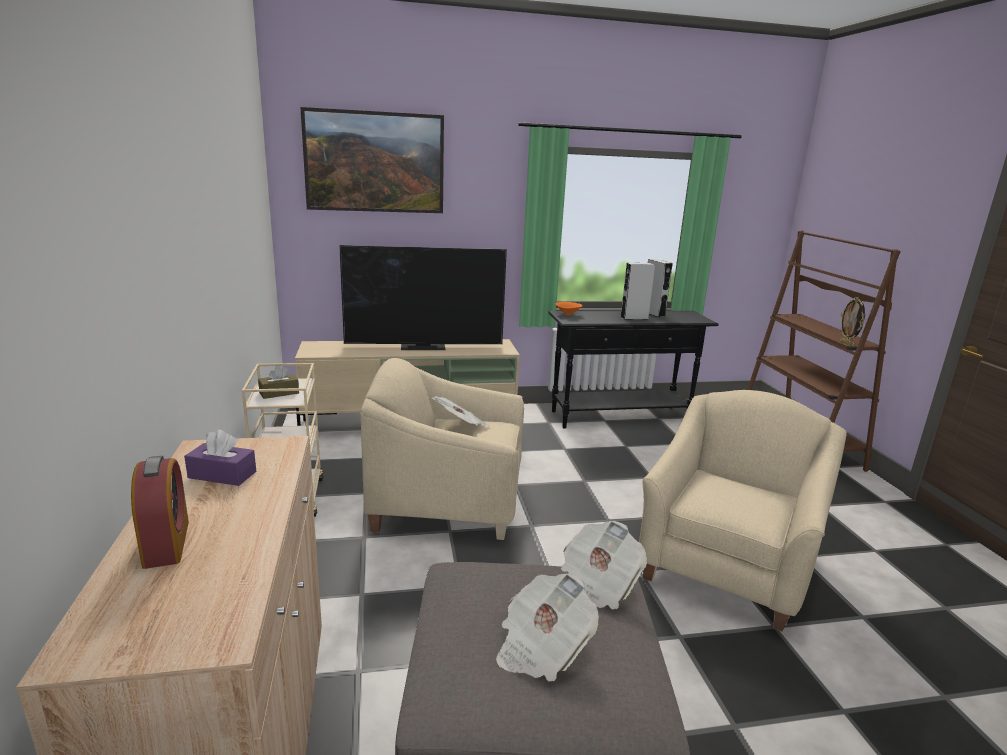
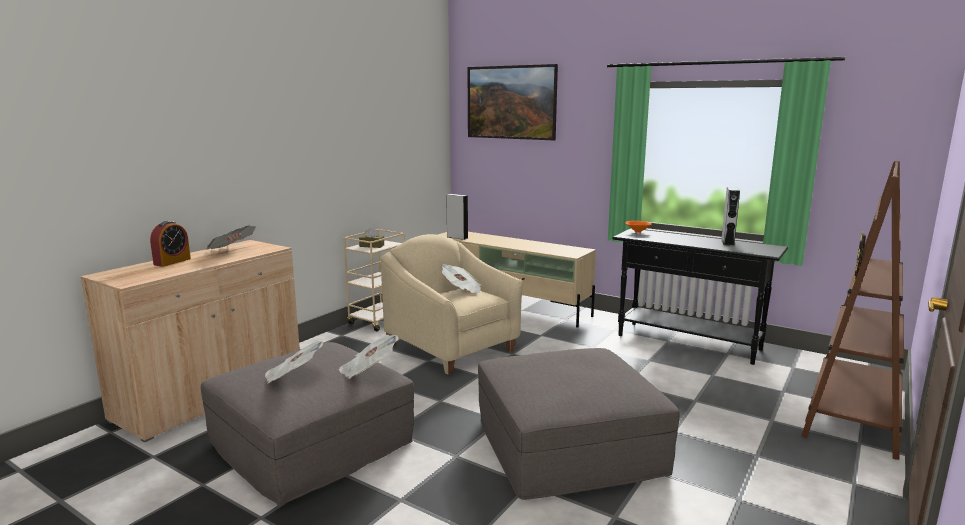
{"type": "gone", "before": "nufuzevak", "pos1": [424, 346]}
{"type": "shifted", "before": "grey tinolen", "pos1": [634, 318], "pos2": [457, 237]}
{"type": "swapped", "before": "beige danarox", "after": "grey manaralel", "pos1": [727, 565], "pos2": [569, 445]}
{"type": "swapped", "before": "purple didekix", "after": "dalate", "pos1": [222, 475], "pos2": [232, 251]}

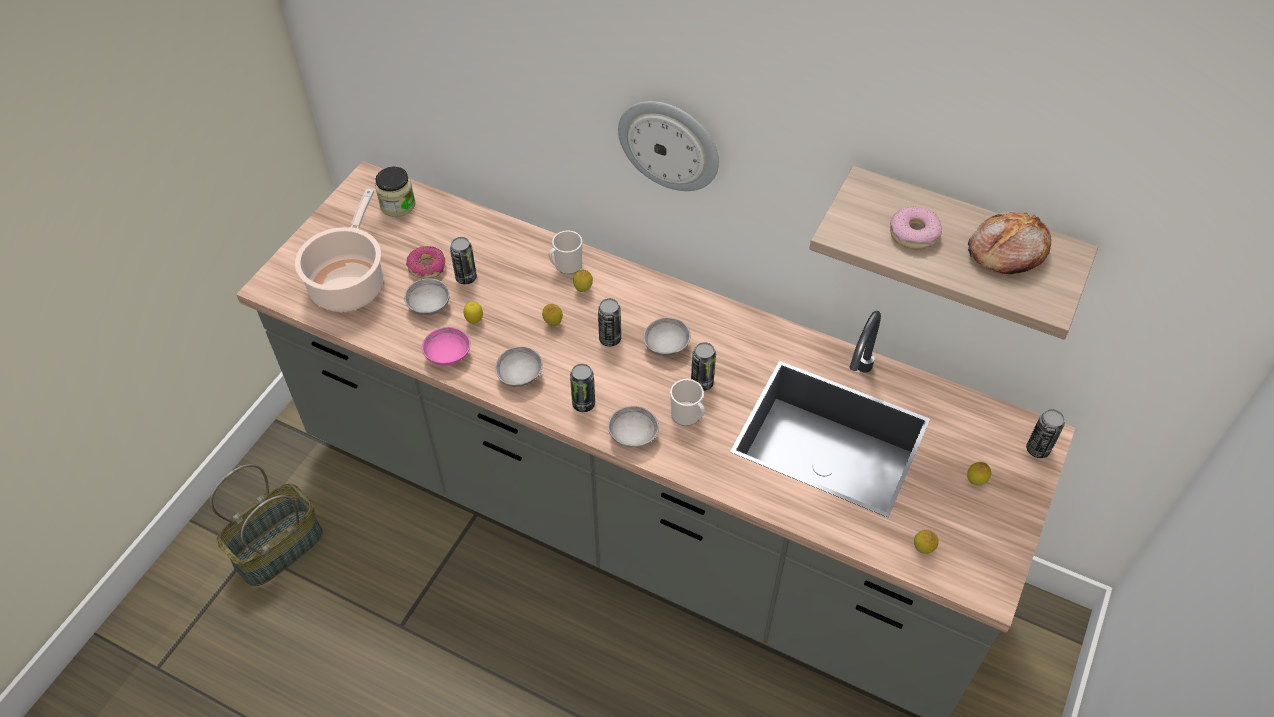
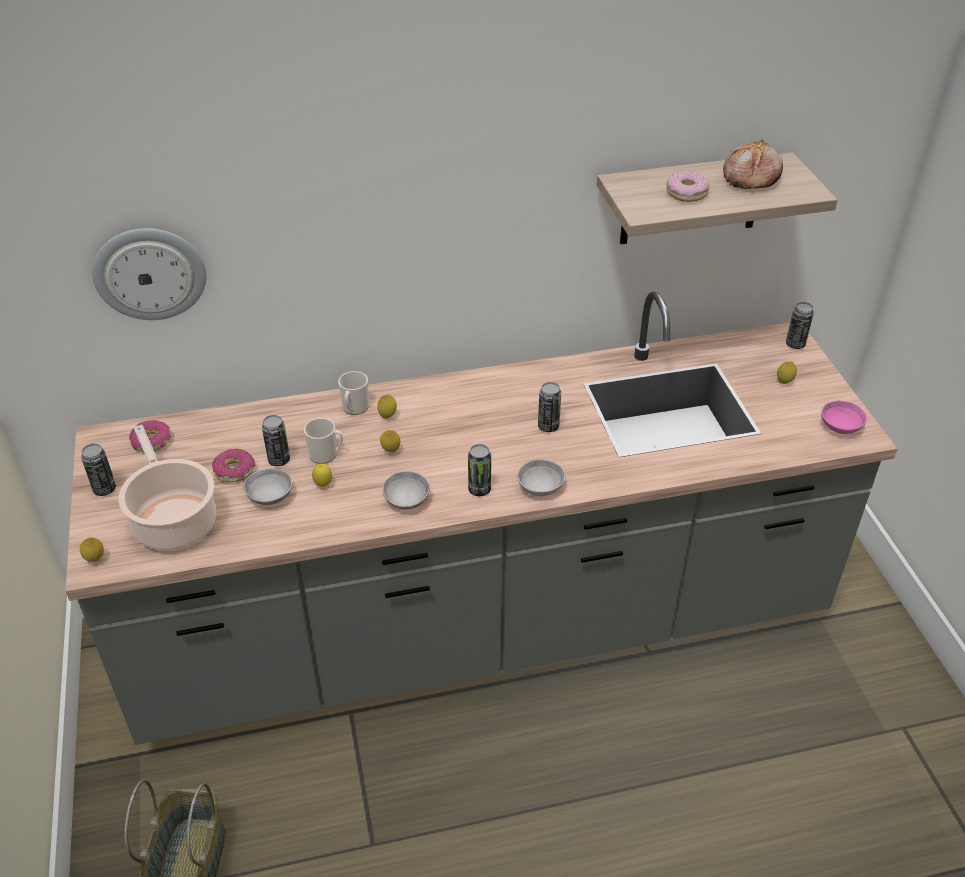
{"type": "shifted", "before": "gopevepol", "pos1": [669, 144], "pos2": [150, 273]}
{"type": "swapped", "before": "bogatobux", "after": "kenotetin", "pos1": [397, 205], "pos2": [152, 441]}
{"type": "shifted", "before": "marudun", "pos1": [610, 339], "pos2": [104, 489]}
{"type": "gone", "before": "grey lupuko", "pos1": [666, 346]}
{"type": "shifted", "before": "pink lupuko", "pos1": [448, 355], "pos2": [840, 427]}
{"type": "shifted", "before": "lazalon", "pos1": [688, 416], "pos2": [326, 455]}
{"type": "shifted", "before": "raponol", "pos1": [922, 549], "pos2": [95, 560]}

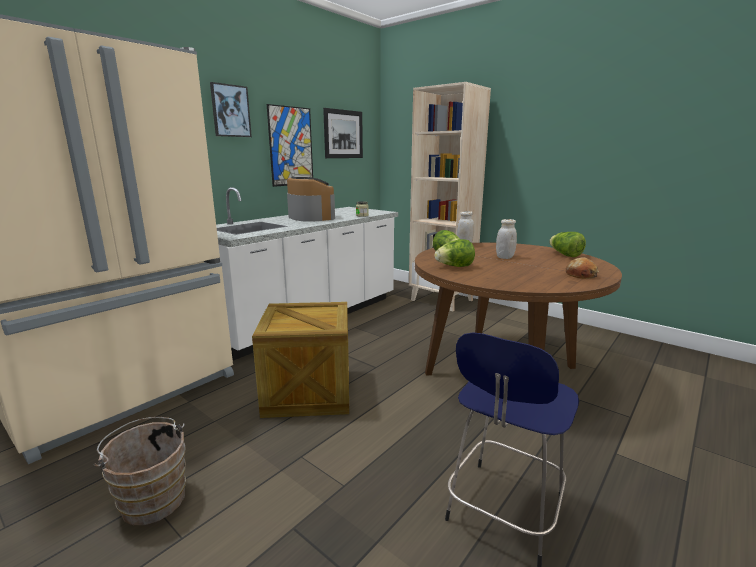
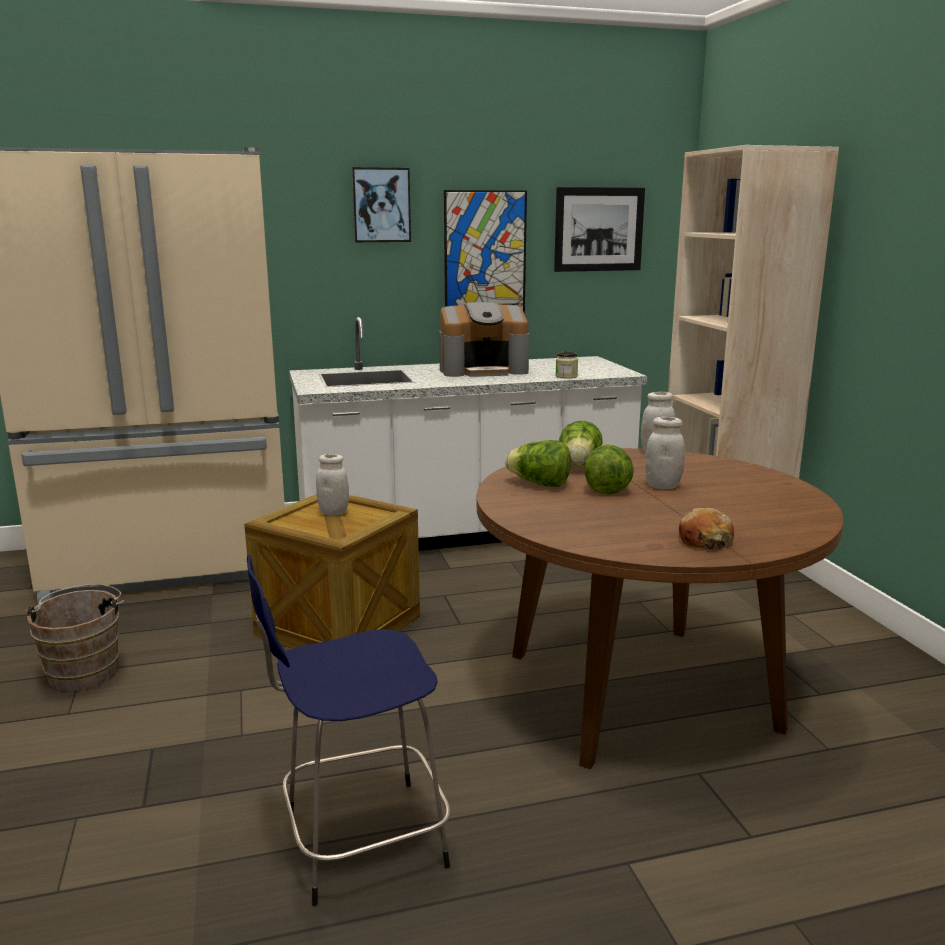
{"type": "rotated", "before": "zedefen", "pos1": [310, 217], "pos2": [483, 370], "turn": 75}
{"type": "shifted", "before": "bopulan", "pos1": [565, 255], "pos2": [606, 488]}
{"type": "new", "after": "white bogatobux", "pos2": [333, 512]}

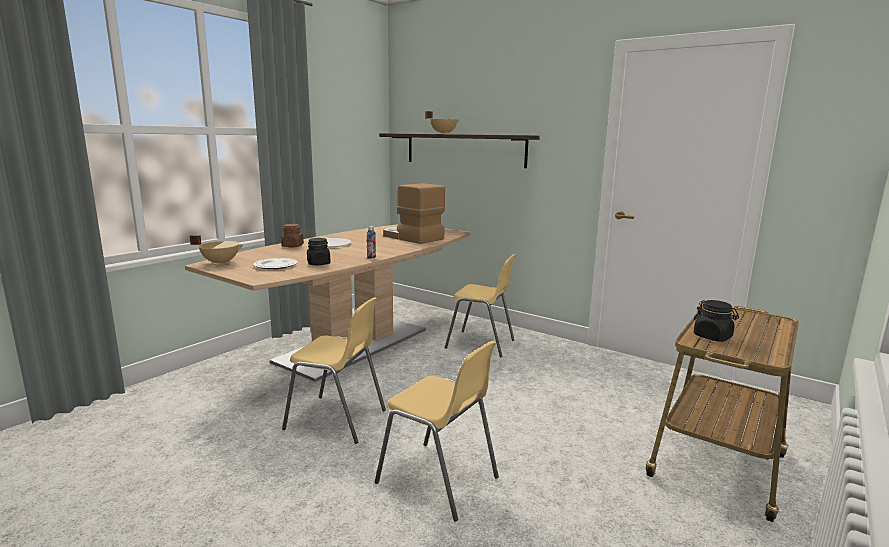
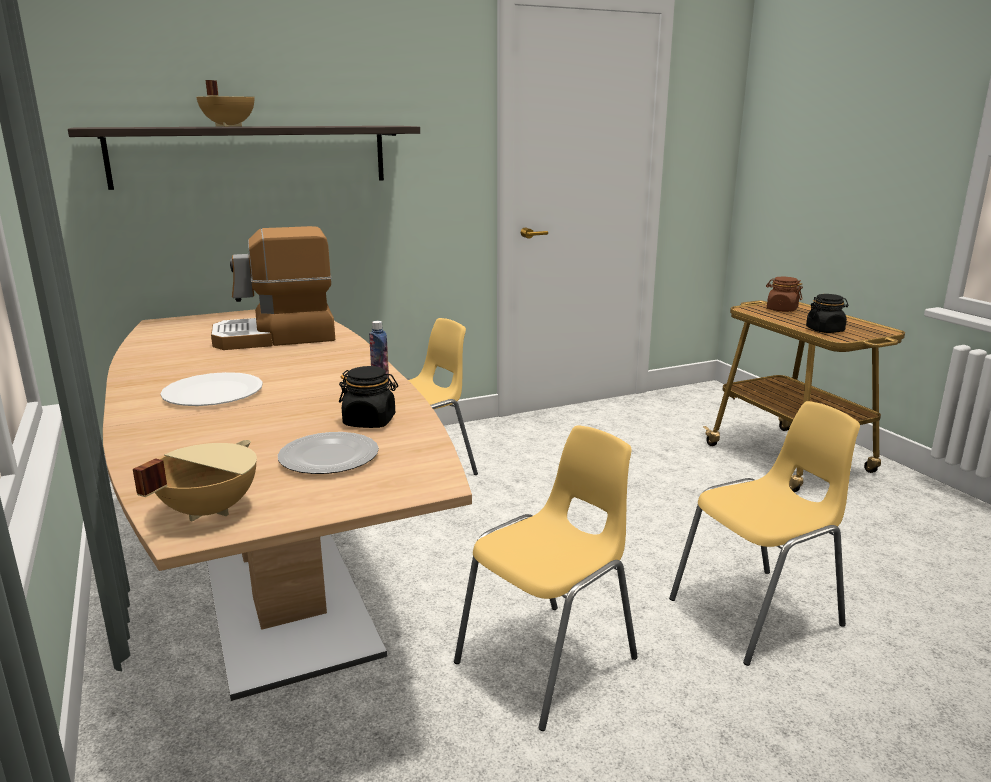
{"type": "shifted", "before": "brown bogatobux", "pos1": [292, 246], "pos2": [781, 309]}

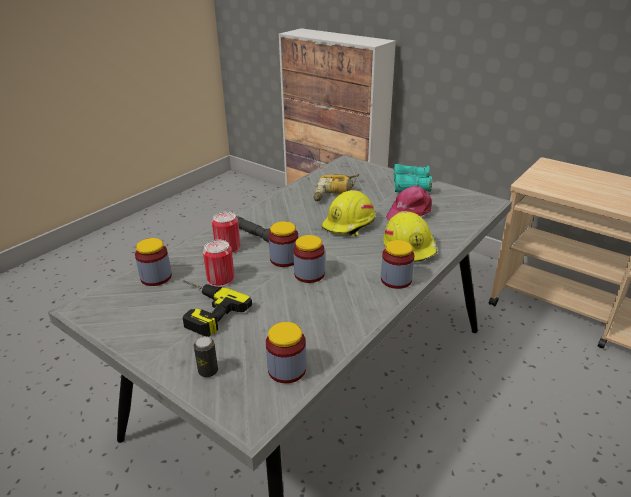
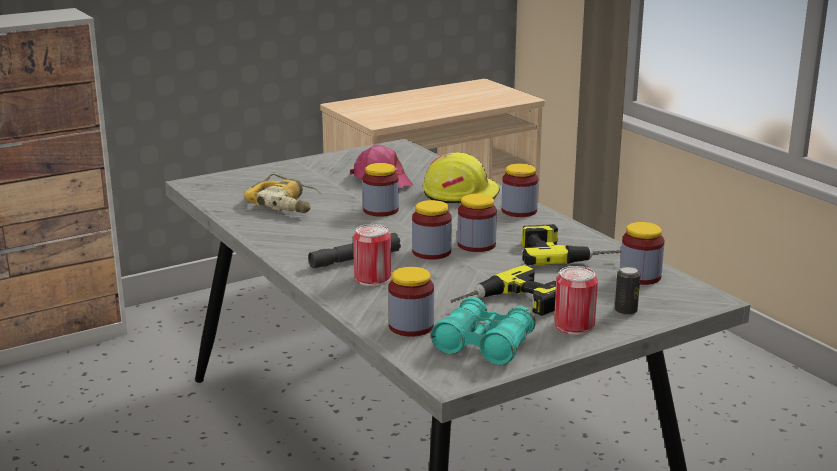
{"type": "shifted", "before": "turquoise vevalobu", "pos1": [410, 186], "pos2": [484, 345]}
{"type": "swapped", "before": "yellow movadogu", "after": "bogatobux", "pos1": [349, 224], "pos2": [380, 210]}
{"type": "shifted", "before": "marudun", "pos1": [220, 279], "pos2": [574, 326]}
{"type": "new", "after": "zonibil", "pos2": [566, 253]}

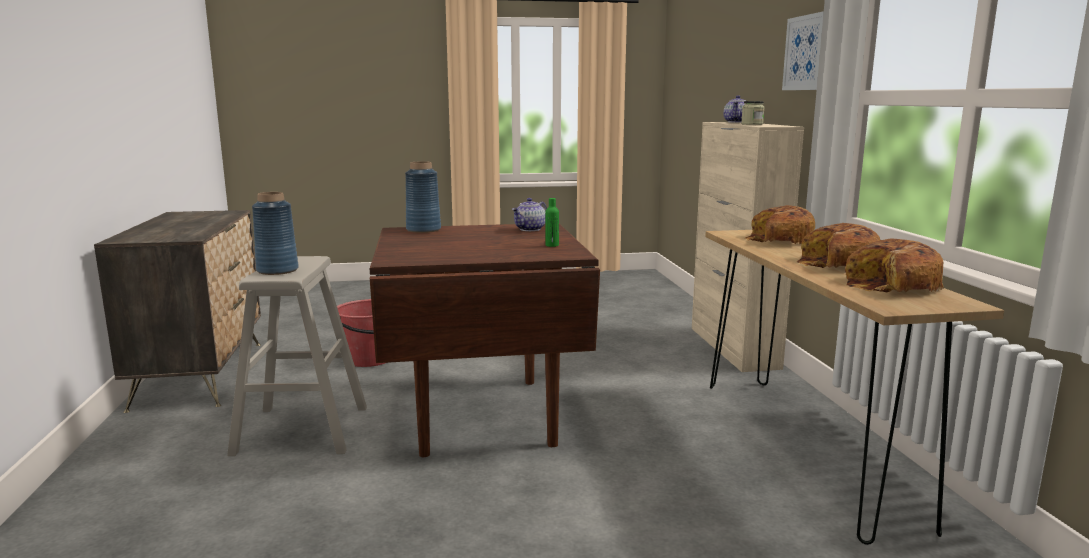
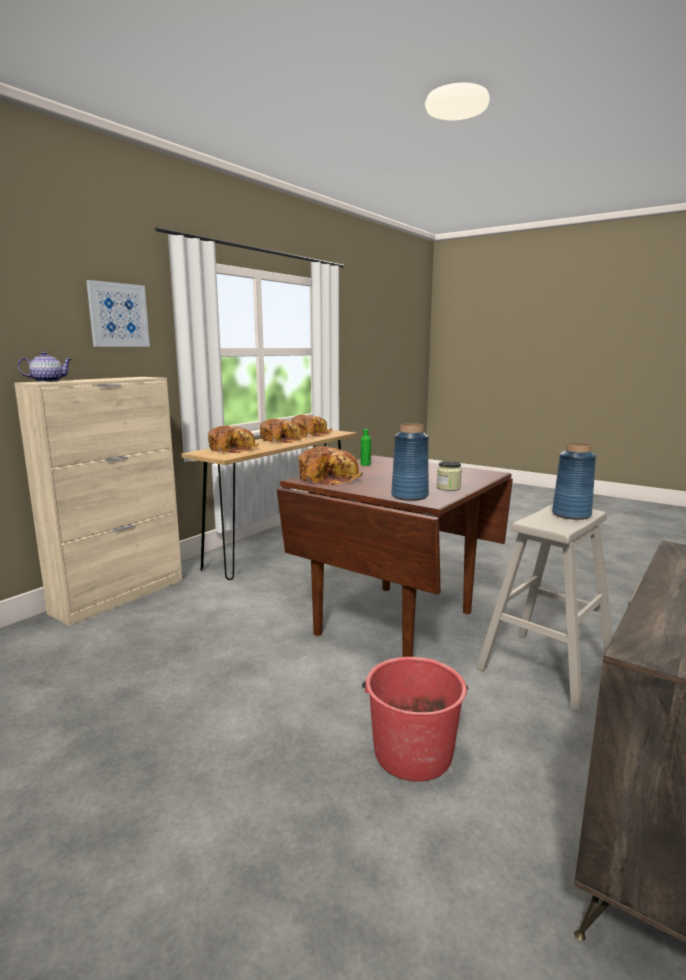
{"type": "shifted", "before": "bogatobux", "pos1": [752, 124], "pos2": [448, 488]}
{"type": "swapped", "before": "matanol", "after": "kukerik", "pos1": [530, 229], "pos2": [329, 478]}

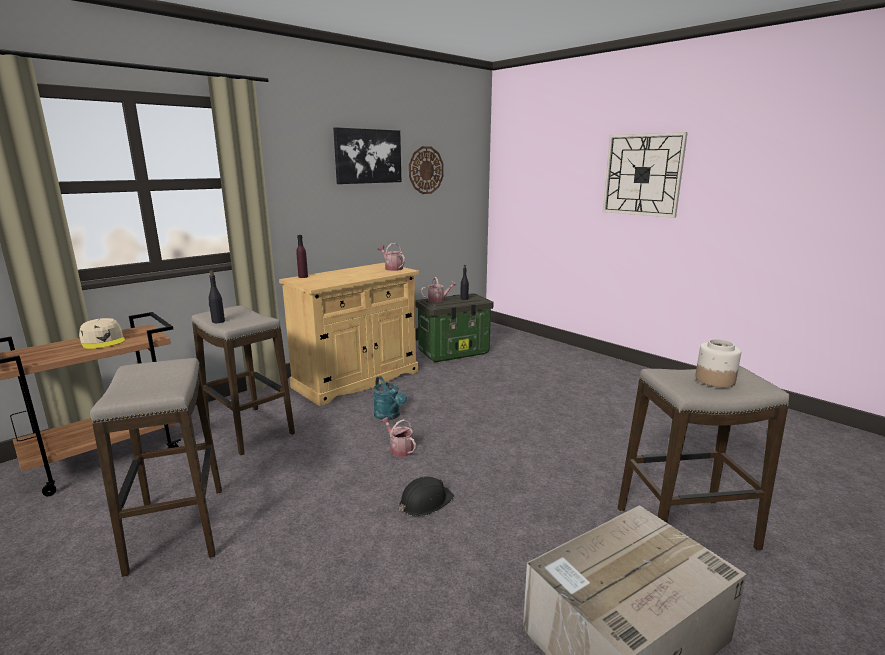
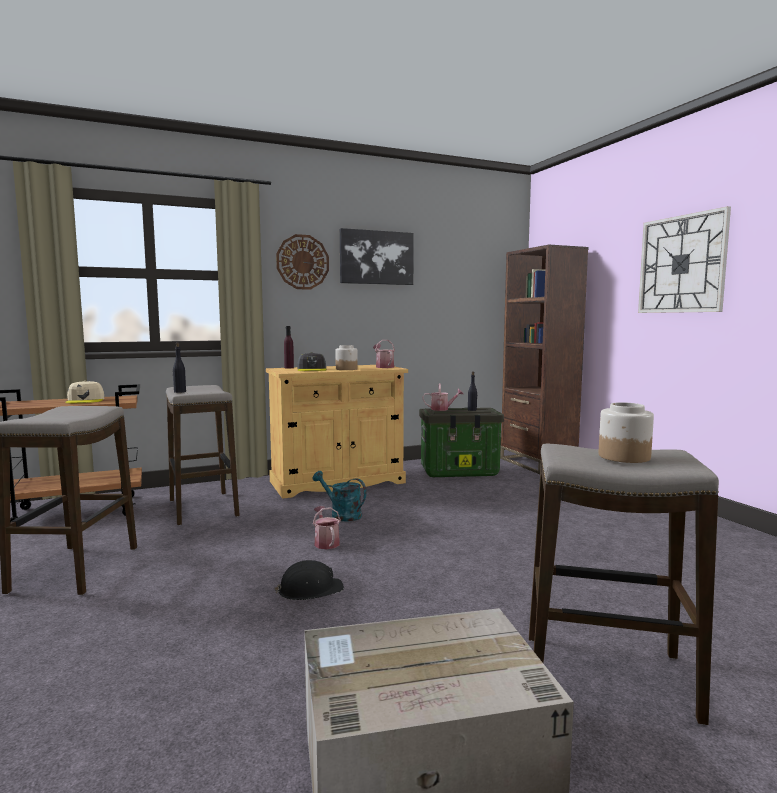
{"type": "shifted", "before": "gopevepol", "pos1": [425, 170], "pos2": [302, 262]}
{"type": "rotated", "before": "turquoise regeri", "pos1": [389, 416], "pos2": [341, 515], "turn": 135}
{"type": "new", "after": "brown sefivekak", "pos2": [537, 463]}
{"type": "new", "after": "bogatobux", "pos2": [346, 369]}
{"type": "new", "after": "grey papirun", "pos2": [312, 369]}

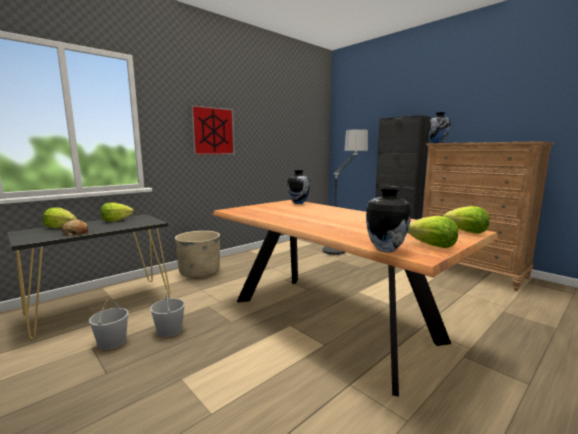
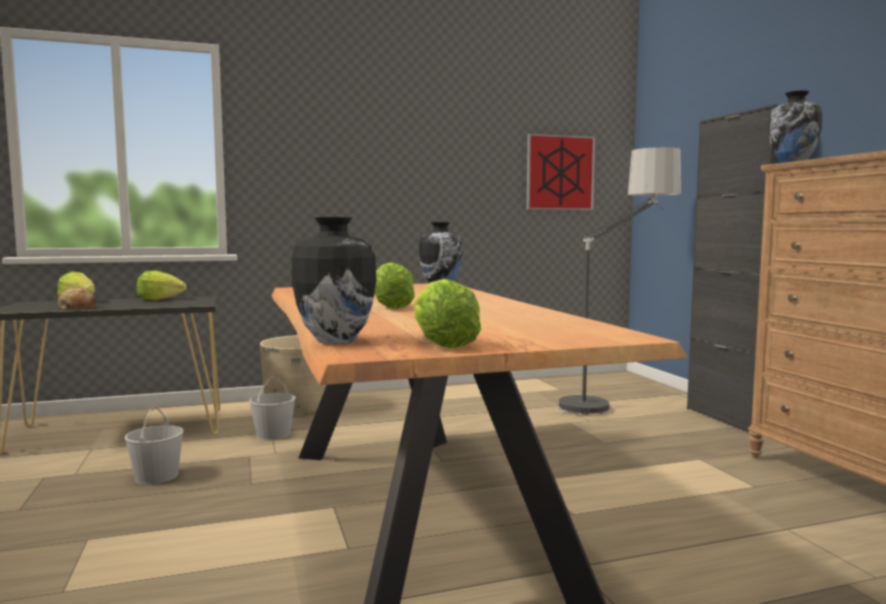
{"type": "shifted", "before": "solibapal", "pos1": [213, 131], "pos2": [560, 173]}
{"type": "shifted", "before": "bopulan", "pos1": [466, 232], "pos2": [390, 307]}
{"type": "shifted", "before": "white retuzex", "pos1": [112, 342], "pos2": [273, 435]}

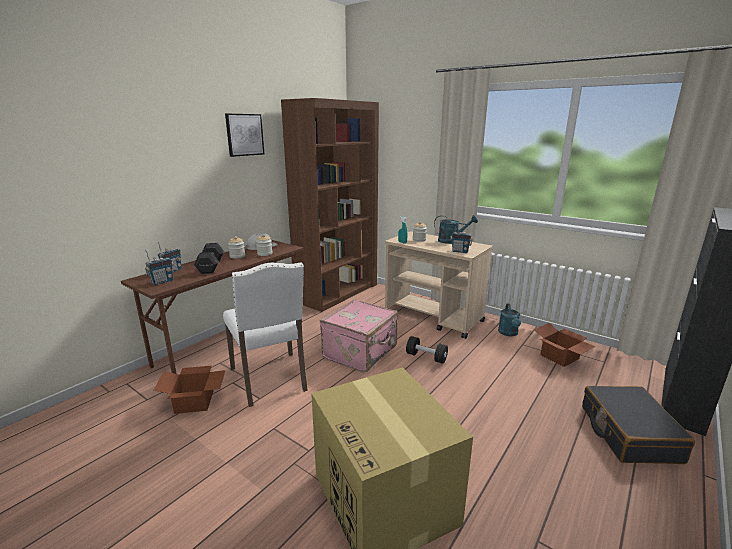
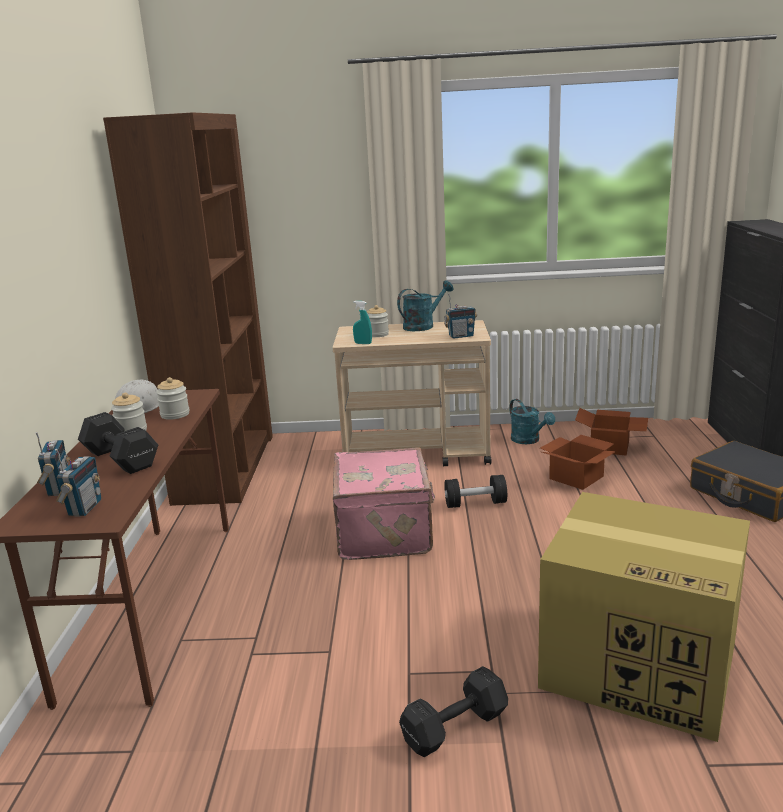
{"type": "gone", "before": "solibapal", "pos1": [244, 135]}
{"type": "gone", "before": "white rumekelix", "pos1": [270, 379]}
{"type": "shifted", "before": "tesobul", "pos1": [195, 402], "pos2": [577, 477]}
{"type": "new", "after": "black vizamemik", "pos2": [452, 728]}

